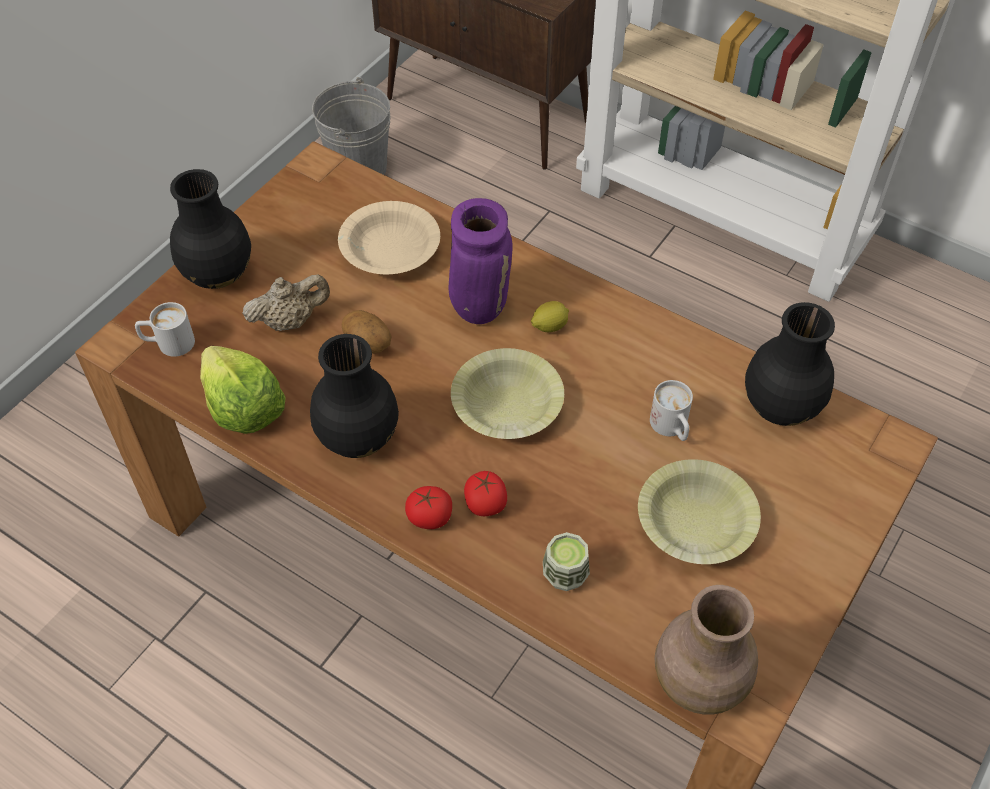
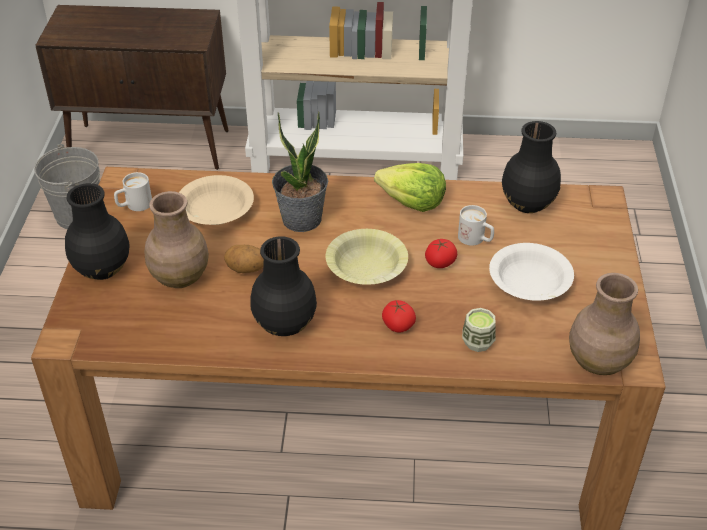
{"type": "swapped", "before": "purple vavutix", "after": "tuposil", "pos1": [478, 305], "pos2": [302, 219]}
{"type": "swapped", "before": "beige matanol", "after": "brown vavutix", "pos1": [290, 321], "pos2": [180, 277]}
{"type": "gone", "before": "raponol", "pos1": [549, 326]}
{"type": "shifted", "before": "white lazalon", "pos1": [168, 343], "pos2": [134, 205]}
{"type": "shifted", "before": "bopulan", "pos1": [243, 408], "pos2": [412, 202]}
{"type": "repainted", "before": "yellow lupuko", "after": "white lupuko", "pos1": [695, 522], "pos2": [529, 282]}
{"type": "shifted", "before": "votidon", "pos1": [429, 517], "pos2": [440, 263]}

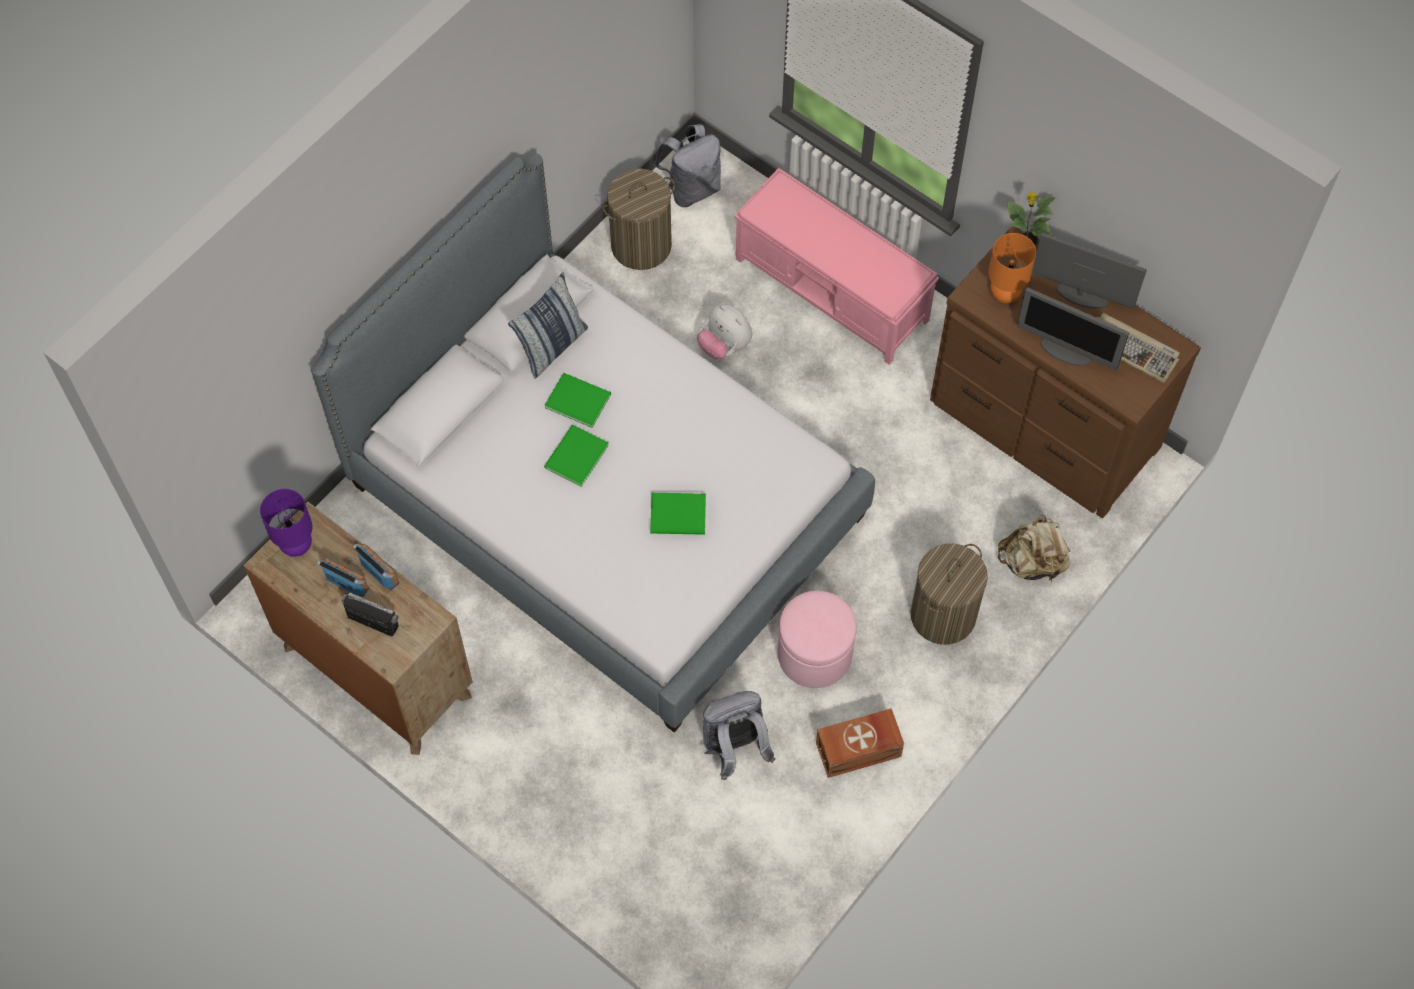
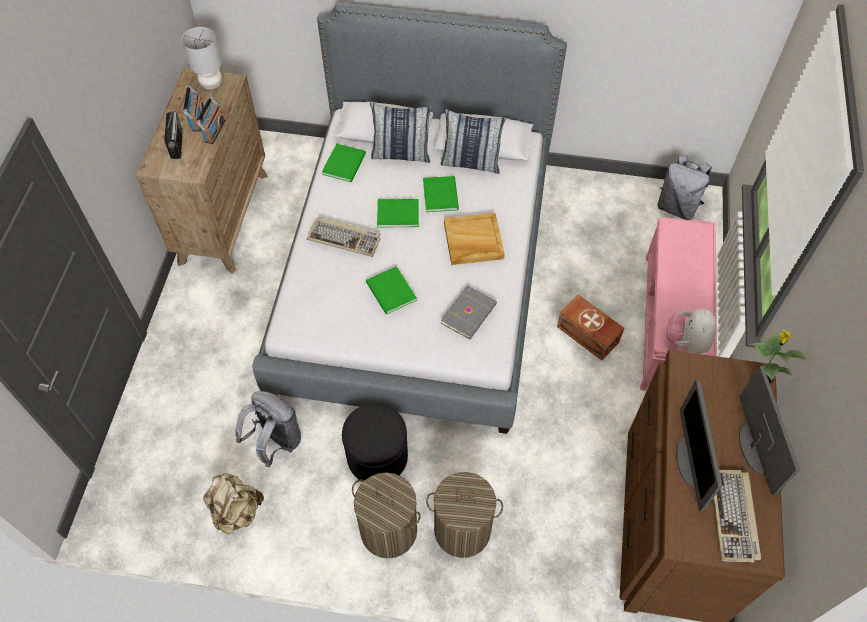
{"type": "shifted", "before": "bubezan", "pos1": [641, 245], "pos2": [389, 530]}
{"type": "gone", "before": "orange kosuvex", "pos1": [1004, 293]}
{"type": "shifted", "before": "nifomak", "pos1": [724, 345], "pos2": [687, 342]}
{"type": "repainted", "before": "purple kosuvex", "after": "grey kosuvex", "pos1": [296, 545], "pos2": [211, 84]}
{"type": "shifted", "before": "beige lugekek", "pos1": [1032, 562], "pos2": [236, 510]}
{"type": "repainted", "before": "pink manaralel", "after": "black manaralel", "pos1": [814, 654], "pos2": [377, 456]}
{"type": "shifted", "before": "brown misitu", "pos1": [860, 750], "pos2": [588, 335]}
{"type": "new", "after": "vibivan", "pos2": [401, 154]}
{"type": "new", "after": "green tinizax", "pos2": [345, 163]}
{"type": "new", "after": "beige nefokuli", "pos2": [473, 241]}
{"type": "new", "after": "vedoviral", "pos2": [345, 238]}
{"type": "new", "after": "grey tinizax", "pos2": [469, 314]}

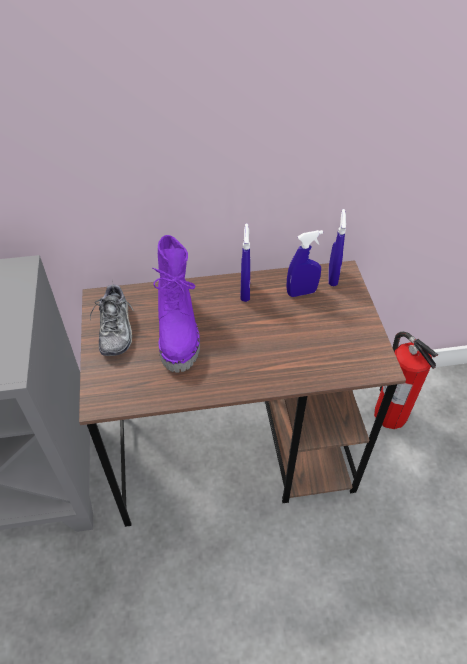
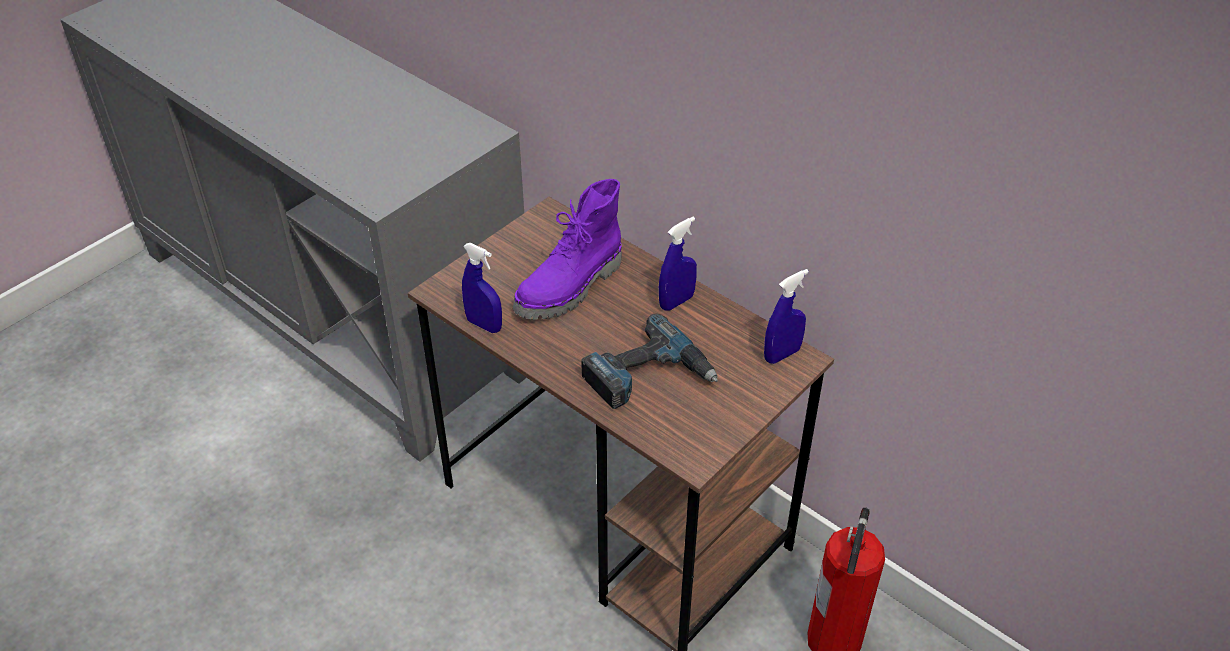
{"type": "shifted", "before": "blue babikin", "pos1": [301, 292], "pos2": [484, 325]}
{"type": "gone", "before": "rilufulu", "pos1": [116, 329]}
{"type": "new", "after": "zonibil", "pos2": [648, 376]}

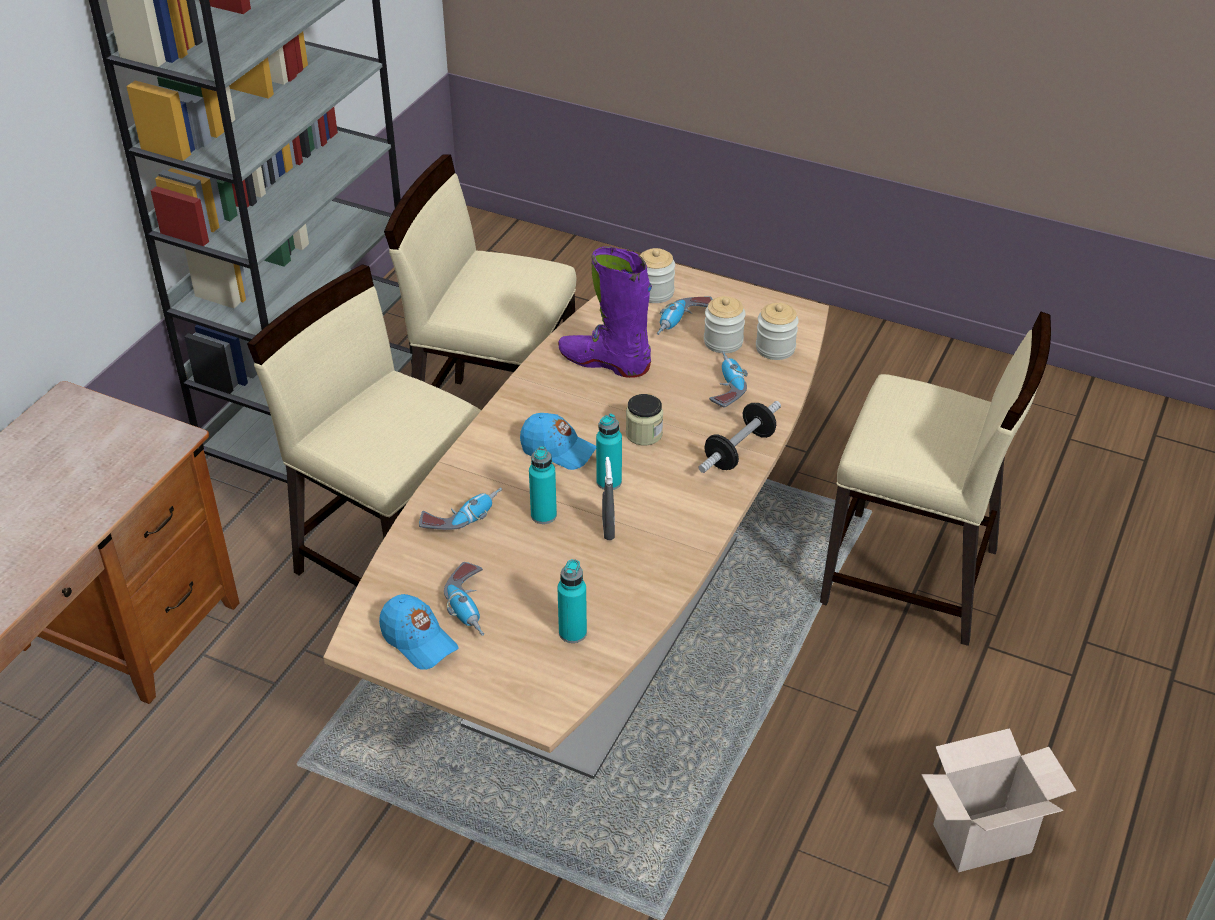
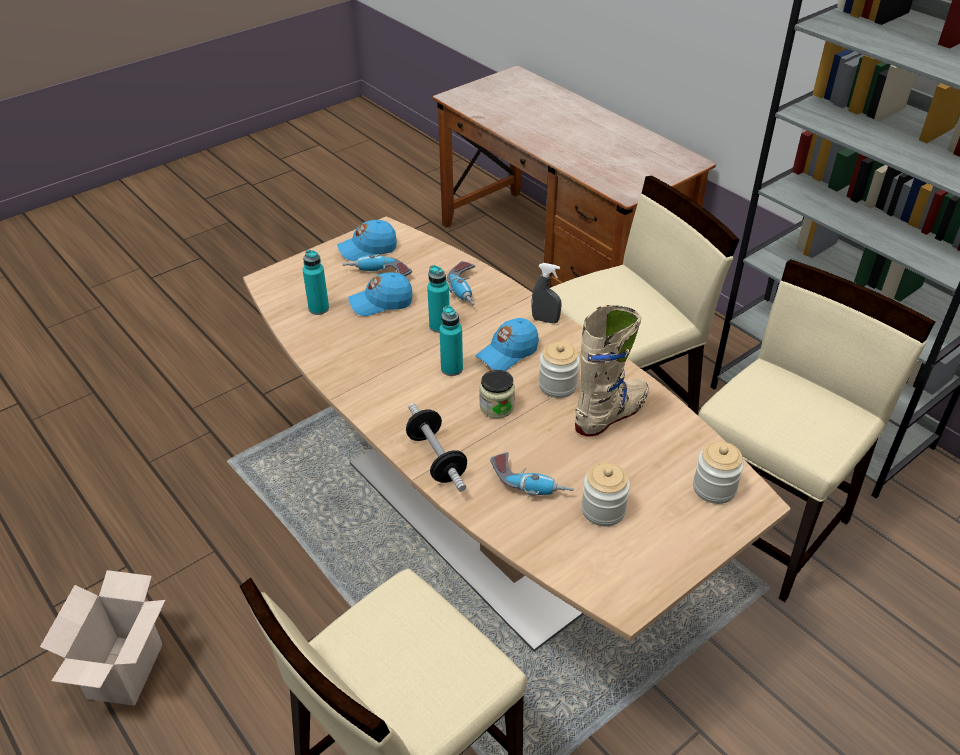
{"type": "repainted", "before": "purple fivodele", "after": "beige fivodele", "pos1": [605, 362], "pos2": [611, 414]}
{"type": "gone", "before": "zonibil", "pos1": [683, 323]}
{"type": "shifted", "before": "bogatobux", "pos1": [775, 348], "pos2": [557, 385]}
{"type": "shifted", "before": "grey babikin", "pos1": [608, 530], "pos2": [545, 320]}
{"type": "new", "after": "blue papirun", "pos2": [381, 303]}

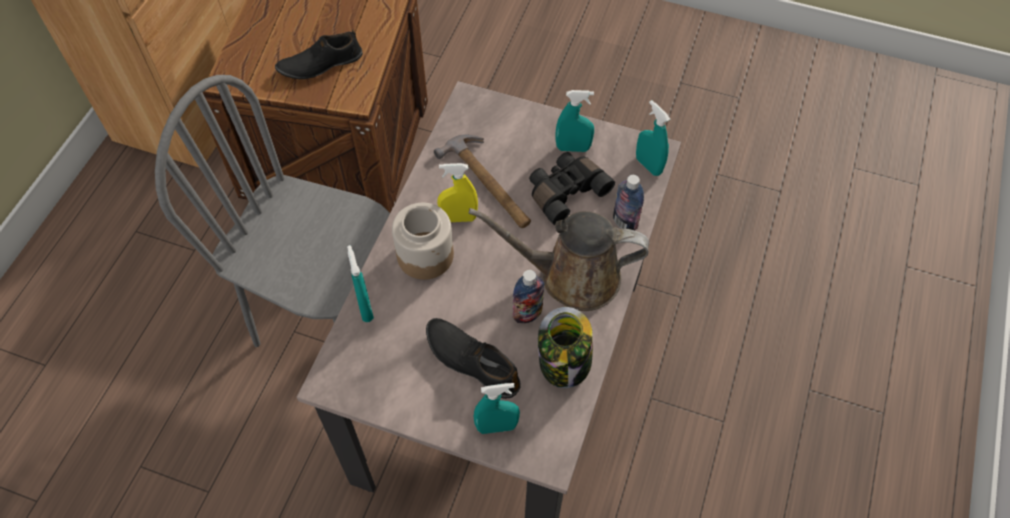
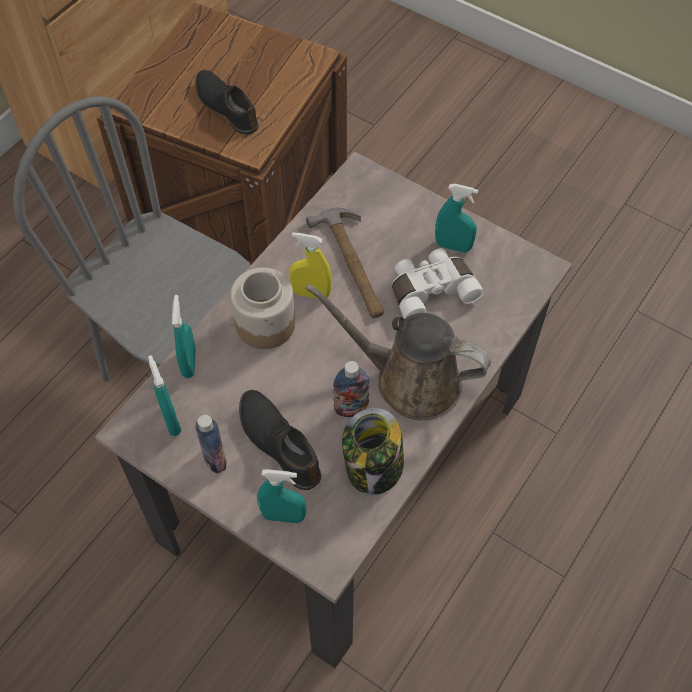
{"type": "rotated", "before": "black rilufulu", "pos1": [320, 64], "pos2": [227, 106], "turn": 60}
{"type": "shifted", "before": "turquoise babikin", "pos1": [648, 165], "pos2": [171, 420]}
{"type": "repainted", "before": "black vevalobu", "after": "white vevalobu", "pos1": [565, 191], "pos2": [431, 290]}
{"type": "shifted", "before": "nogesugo", "pos1": [625, 222], "pos2": [215, 459]}

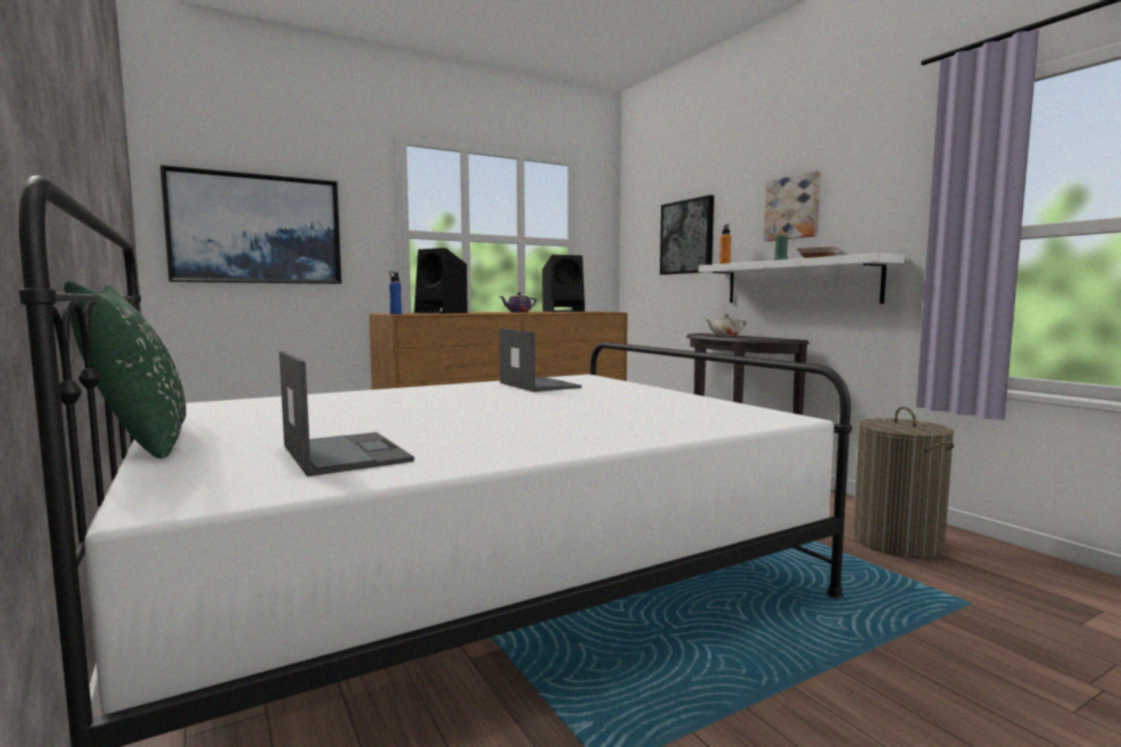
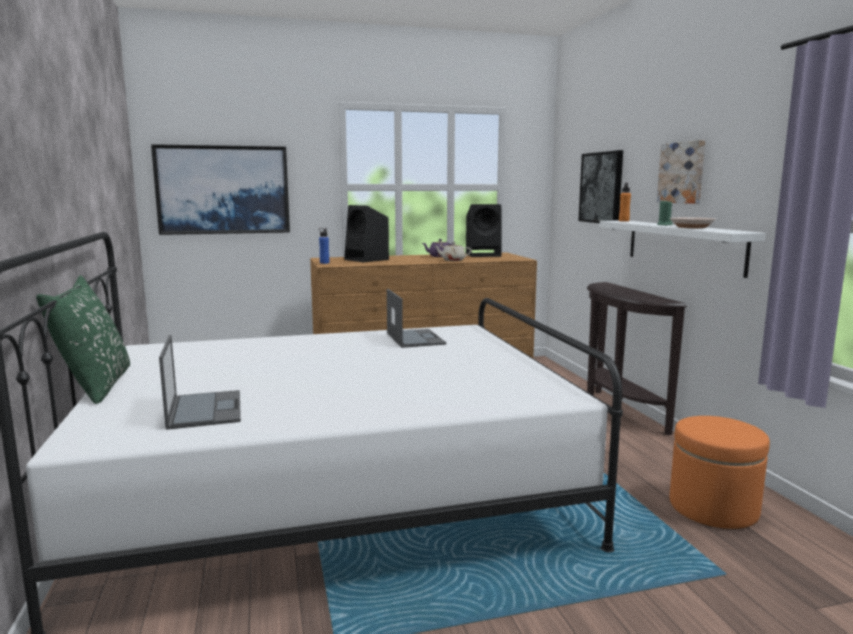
{"type": "shifted", "before": "beige matanol", "pos1": [725, 335], "pos2": [452, 260]}
{"type": "swapped", "before": "bubezan", "after": "orange manaralel", "pos1": [897, 542], "pos2": [713, 507]}

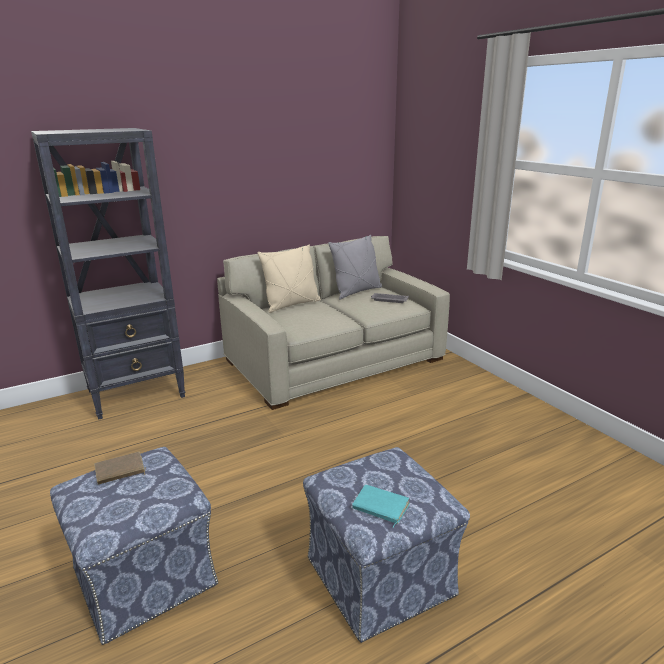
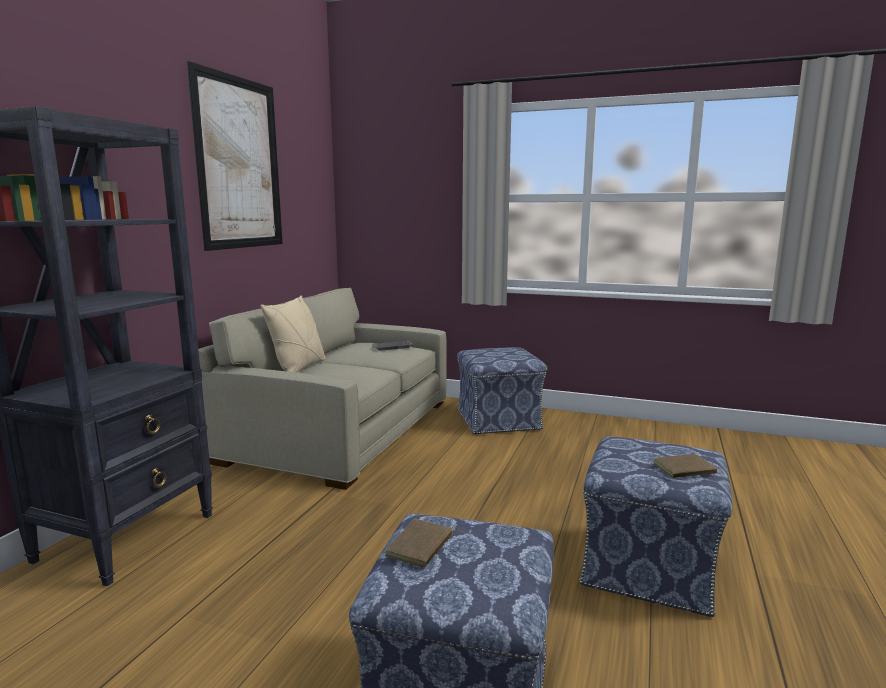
{"type": "gone", "before": "grey vibivan", "pos1": [356, 292]}
{"type": "repainted", "before": "turquoise tinizax", "after": "brown tinizax", "pos1": [380, 507], "pos2": [685, 470]}
{"type": "new", "after": "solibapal", "pos2": [239, 164]}
{"type": "new", "after": "manaralel", "pos2": [499, 420]}

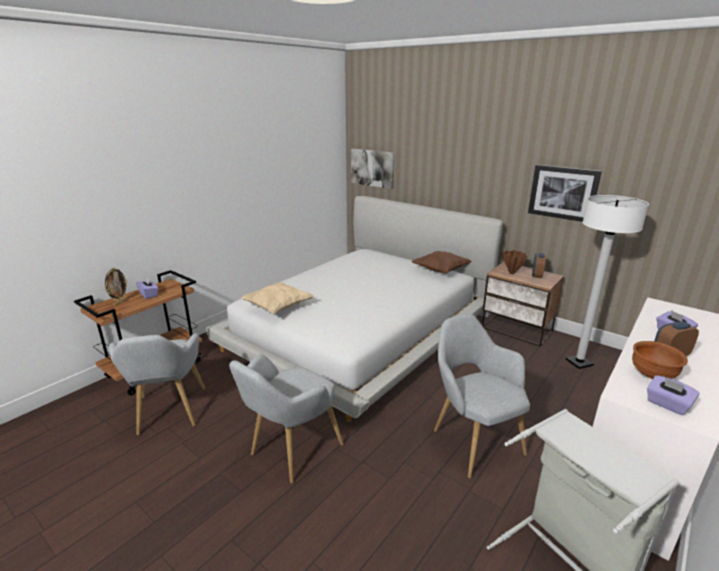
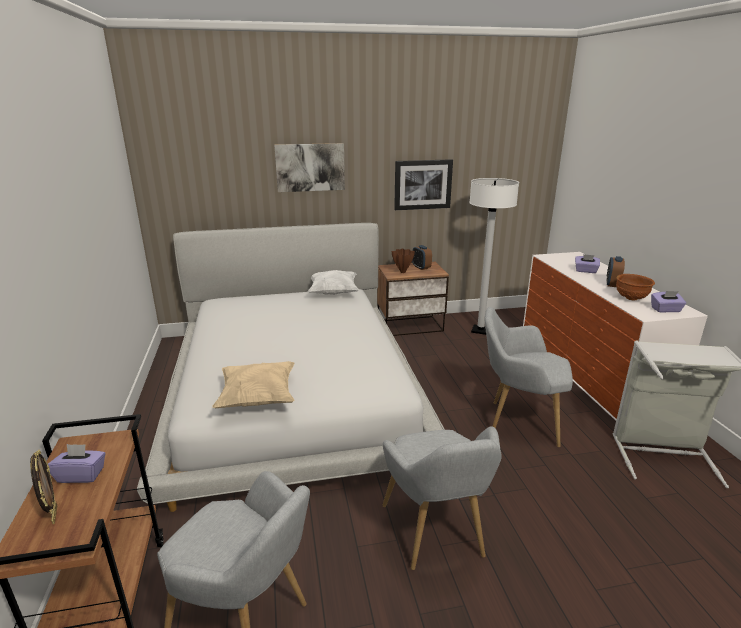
{"type": "shifted", "before": "solibapal", "pos1": [372, 168], "pos2": [310, 167]}
{"type": "repainted", "before": "brown vibivan", "after": "white vibivan", "pos1": [440, 271], "pos2": [333, 293]}

